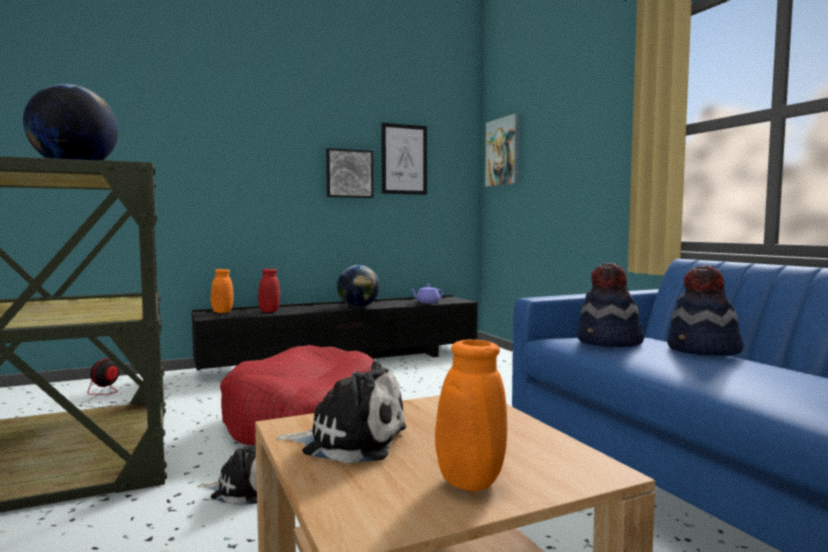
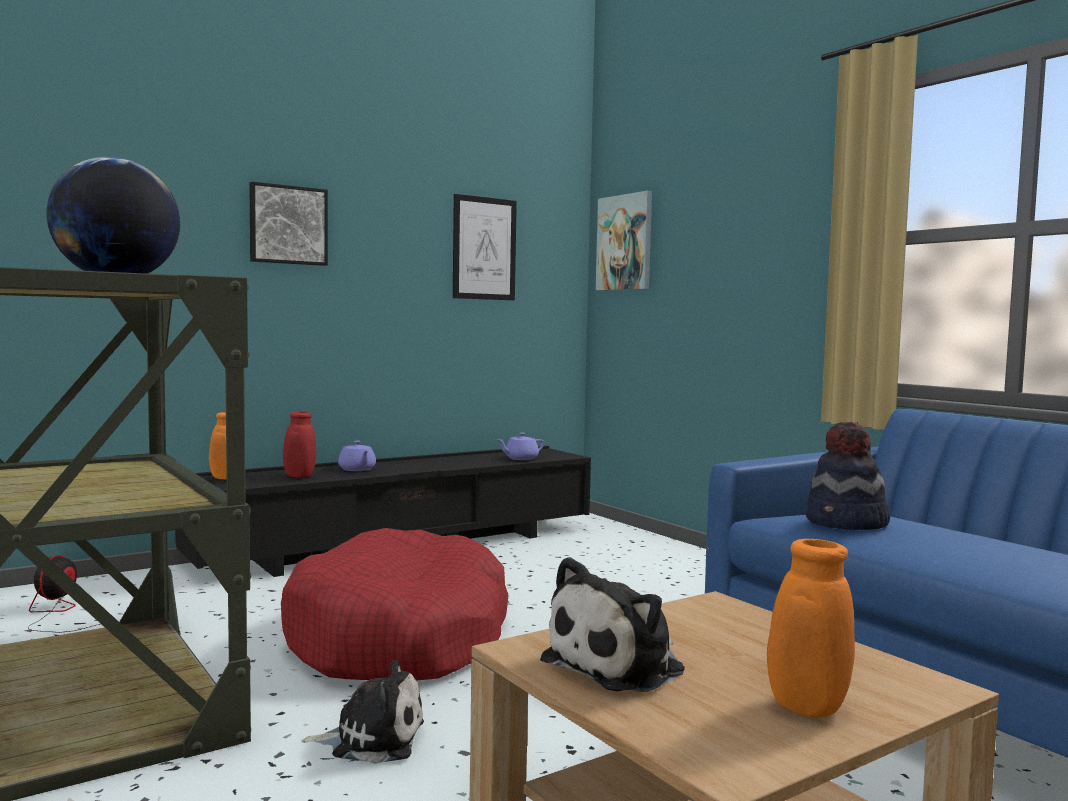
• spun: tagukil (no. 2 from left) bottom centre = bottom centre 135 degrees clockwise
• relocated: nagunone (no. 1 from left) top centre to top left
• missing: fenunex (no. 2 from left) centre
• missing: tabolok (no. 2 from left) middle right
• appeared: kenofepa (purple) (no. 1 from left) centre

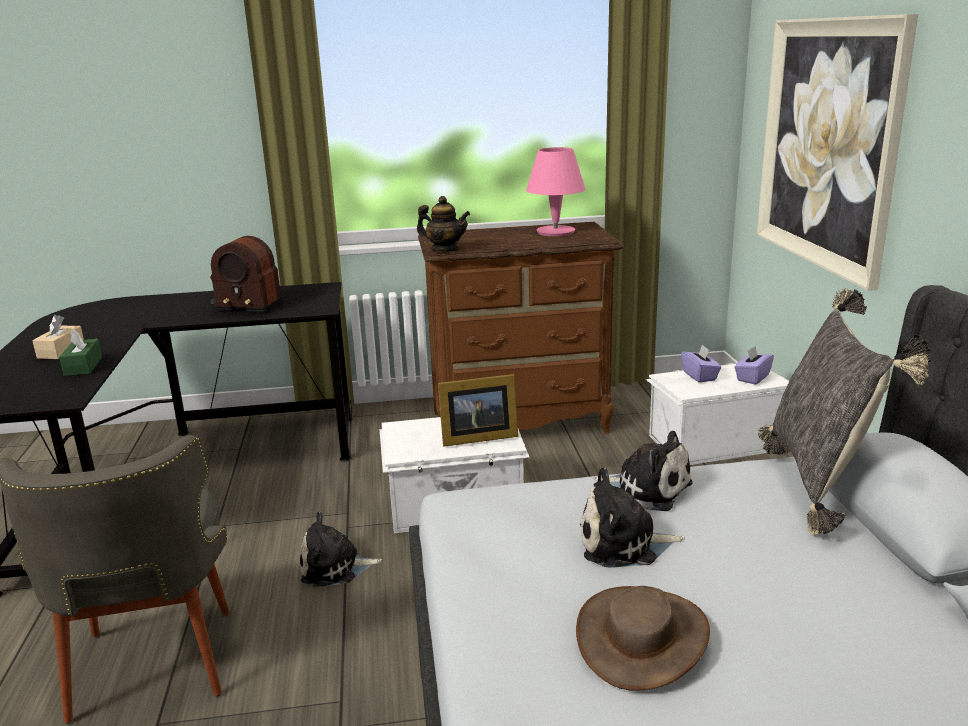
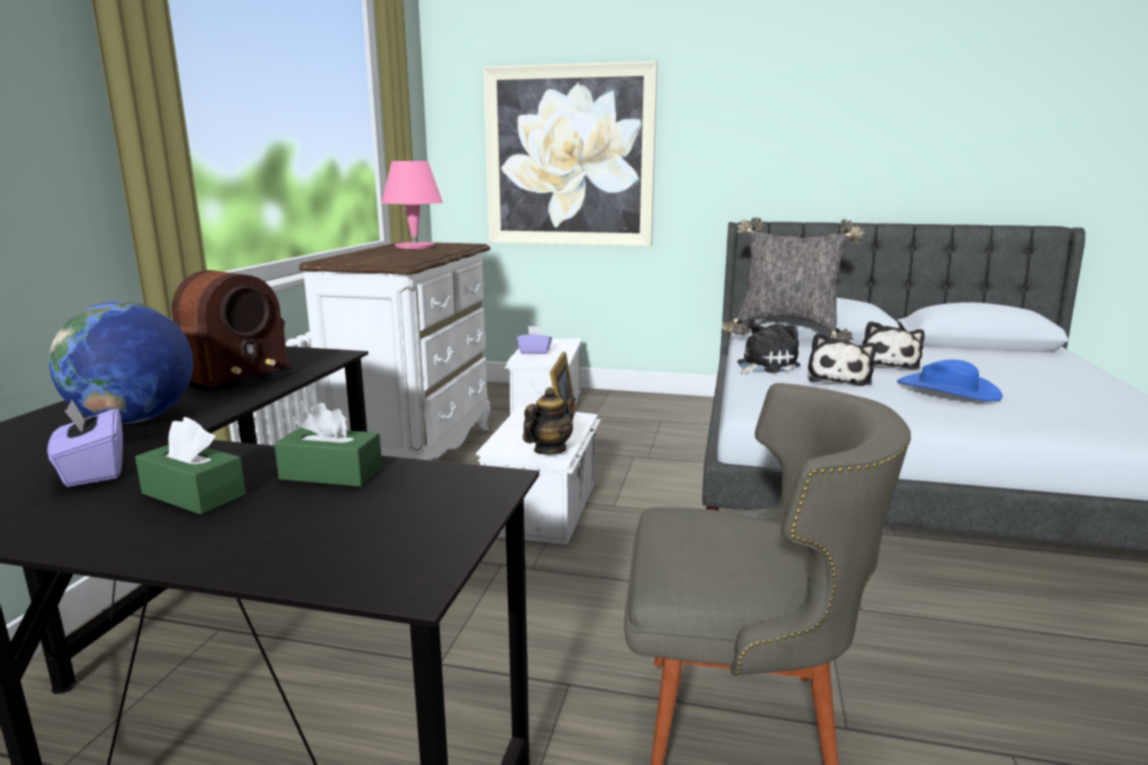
• colour: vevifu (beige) middle left to vevifu (green) (no. 1 from left) middle left
• relocated: tagukil (no. 1 from left in the first image) bottom centre to tagukil (no. 3 from left) middle right
• relocated: kenofepa top centre to centre
• colour: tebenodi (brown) centre to tebenodi (white) centre
• colour: tabolok (brown) bottom centre to tabolok (blue) middle right
• relocated: vevifu (purple) (no. 2 from left in the first image) middle right to vevifu (purple) (no. 1 from left) middle left
• appeared: fenunex middle left

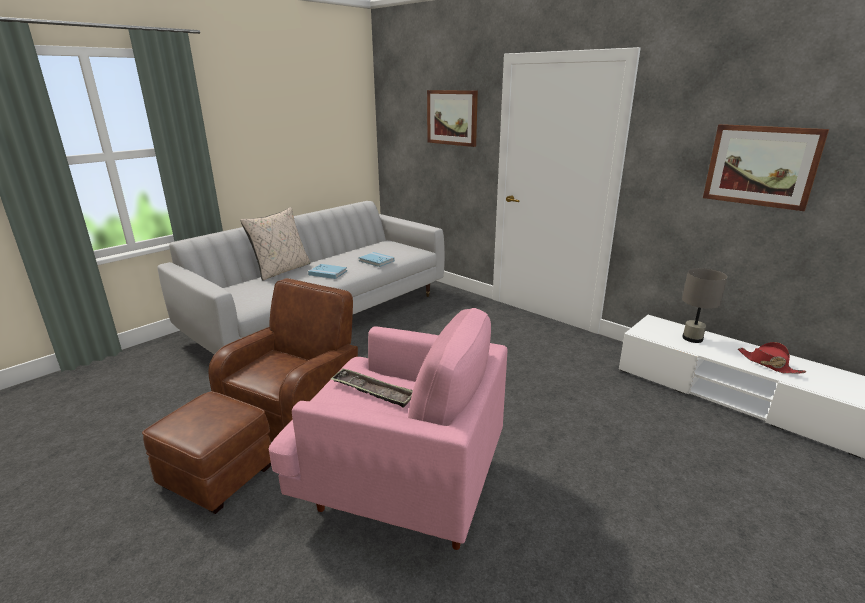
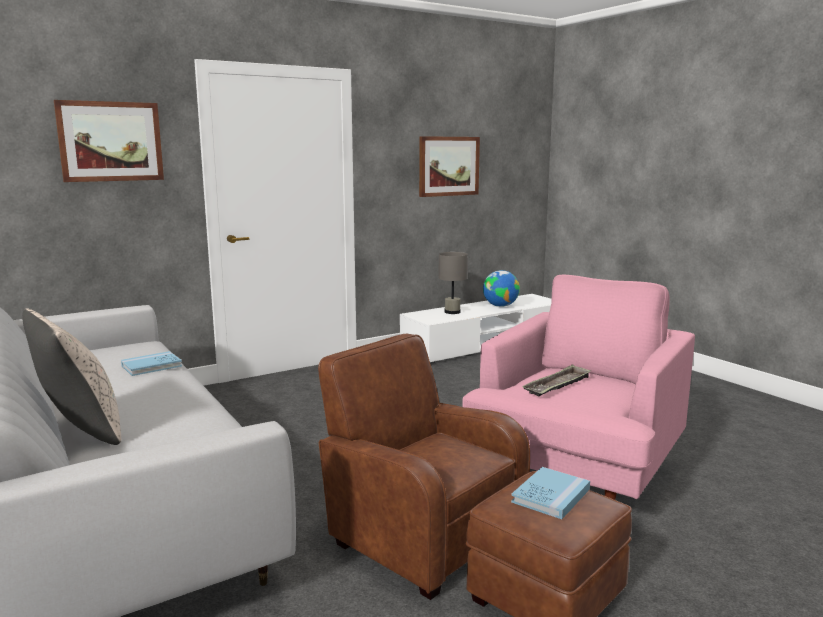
• relocated: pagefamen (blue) (no. 1 from left in the first image) centre to pagefamen (blue) (no. 2 from left) bottom right
• exchanged: tabolok (red) middle right to fenunex centre

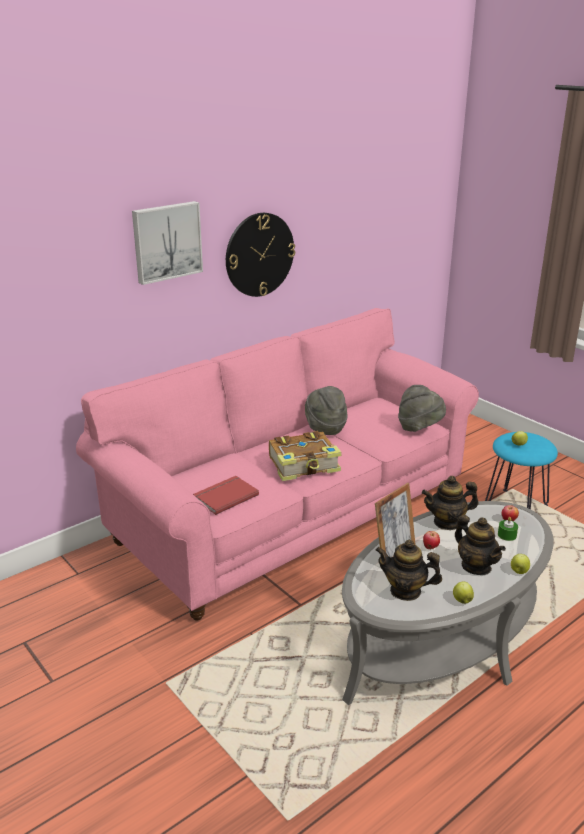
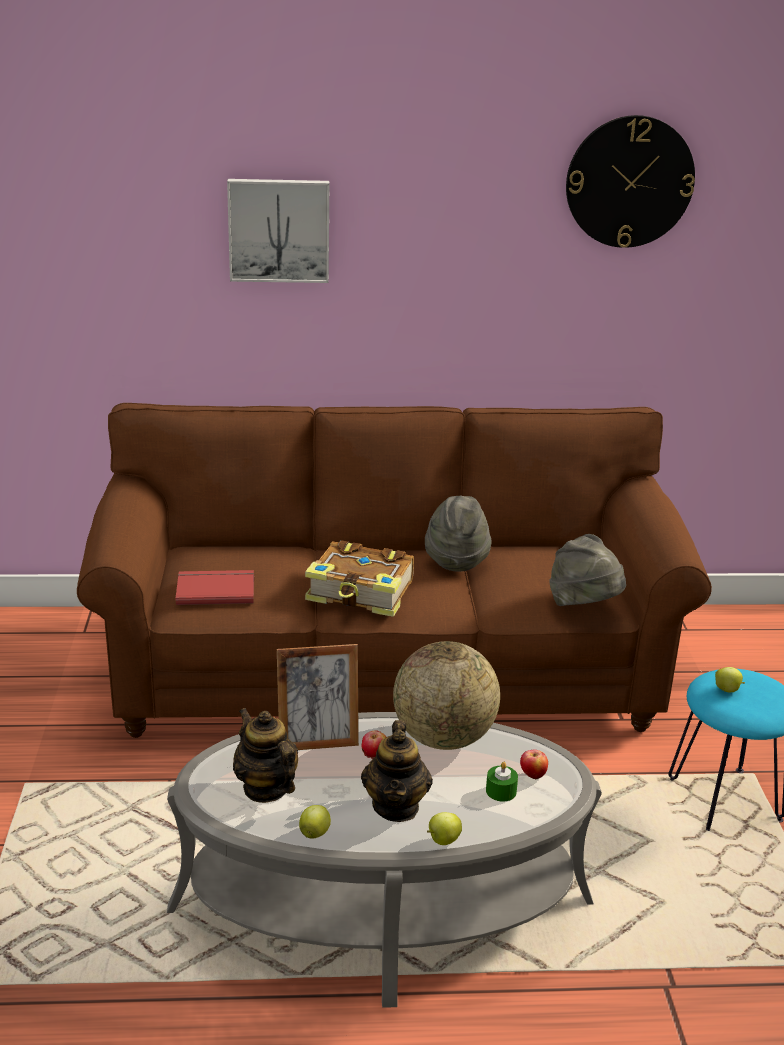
• colour: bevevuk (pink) centre to bevevuk (brown) centre
• relocated: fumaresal top centre to top right
• exchanged: kenofepa (no. 2 from left) middle right to fenunex centre

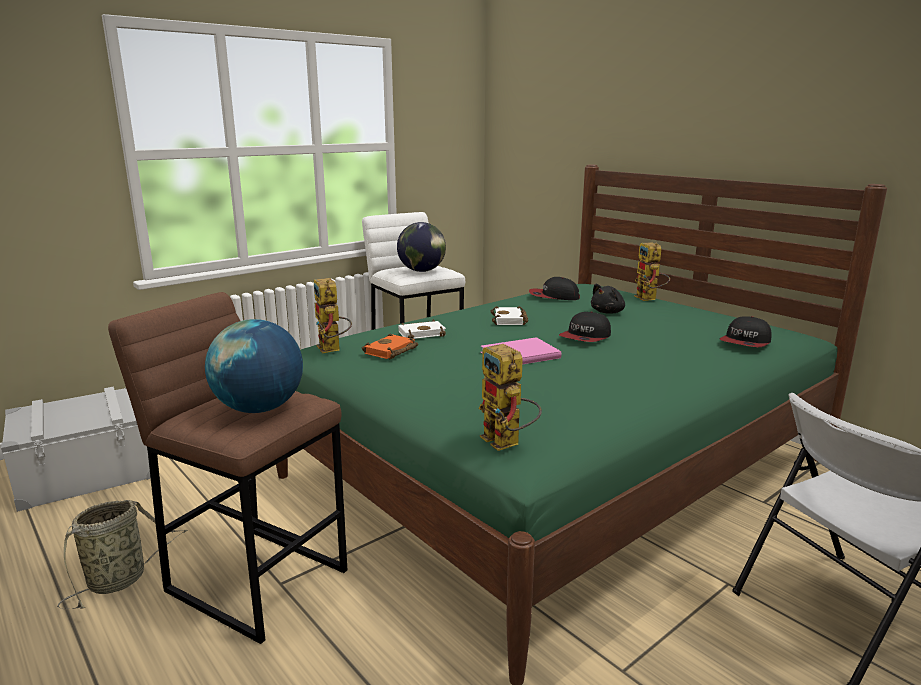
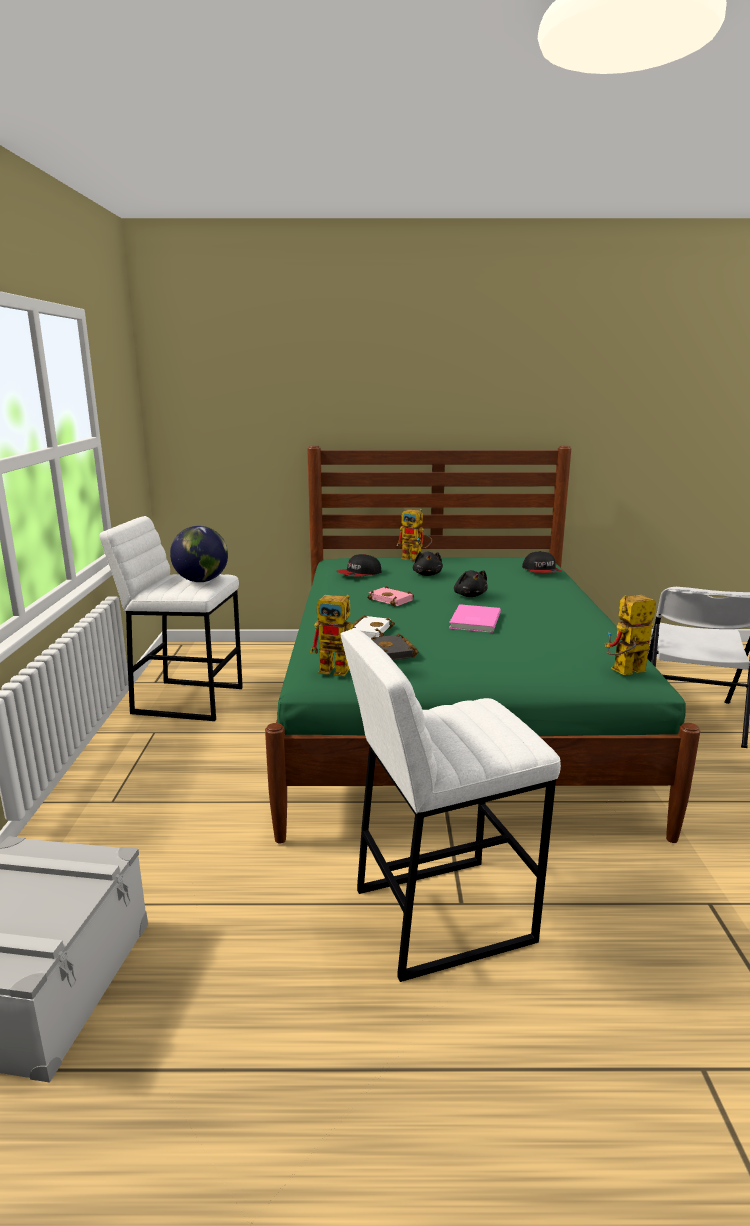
• missing: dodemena bottom left
• colour: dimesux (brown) bottom left to dimesux (white) (no. 2 from left) centre
• missing: fenunex (no. 1 from left) middle left
• colour: pagefamen (orange) centre to pagefamen (black) centre
• spun: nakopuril (no. 2 from left in the first image) centre = middle right 150 degrees clockwise
• colour: pagefamen (white) (no. 2 from left) centre to pagefamen (pink) (no. 1 from left) centre
• exchanged: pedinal (no. 2 from left) centre to tagukil (black) (no. 2 from left) centre

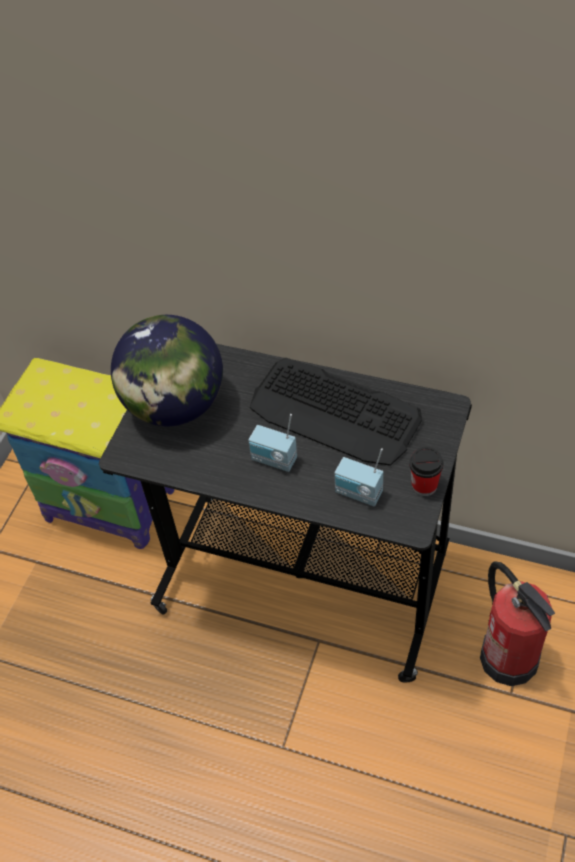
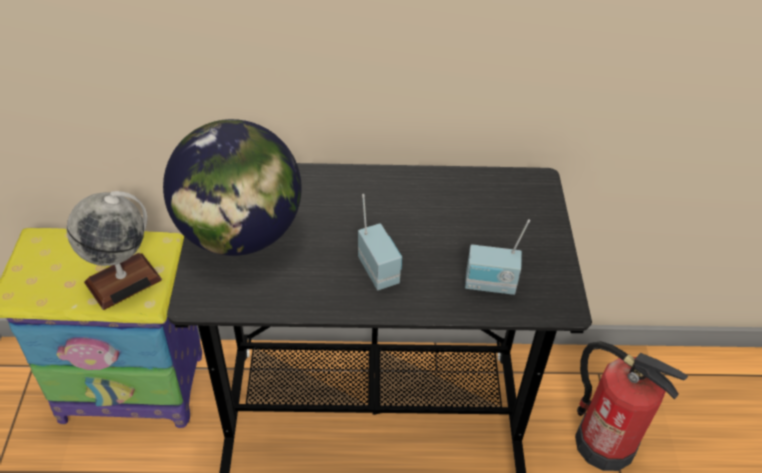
• spun: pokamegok (no. 1 from left) centre = centre 120 degrees counterclockwise
• missing: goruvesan centre
• missing: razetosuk middle right
• appeared: fenunex (no. 1 from left) middle left

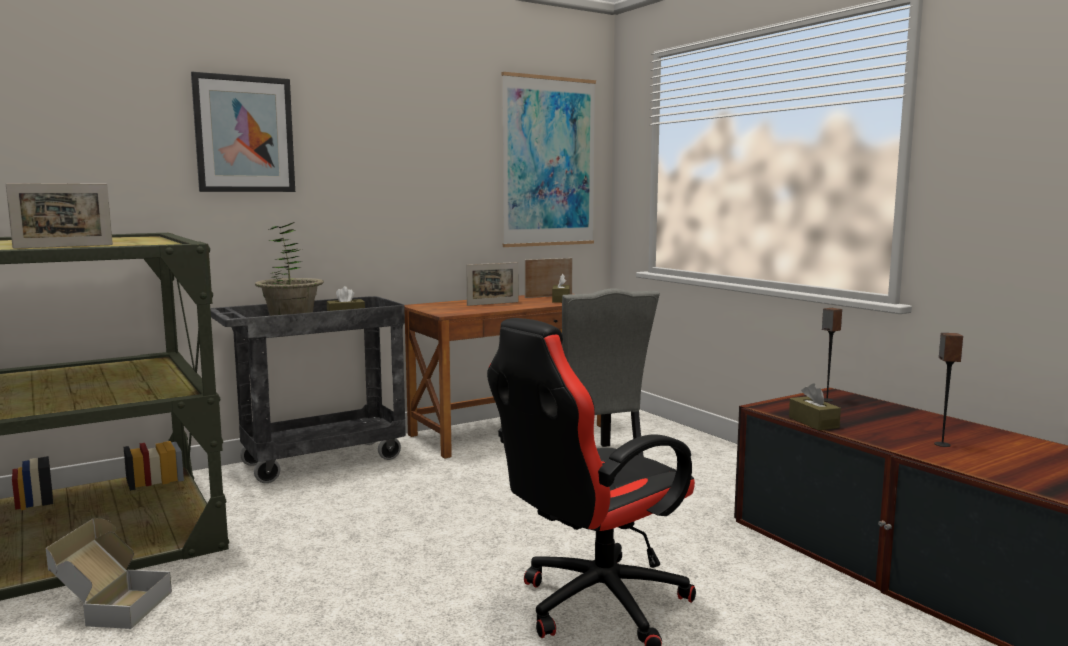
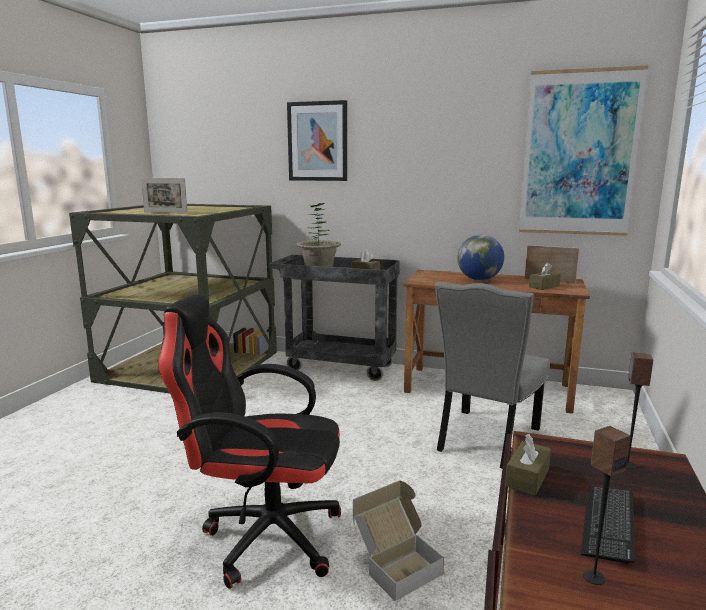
• relocated: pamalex bottom left to bottom centre
• exchanged: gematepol (no. 2 from left) centre to fenunex middle right
• appeared: goruvesan bottom right

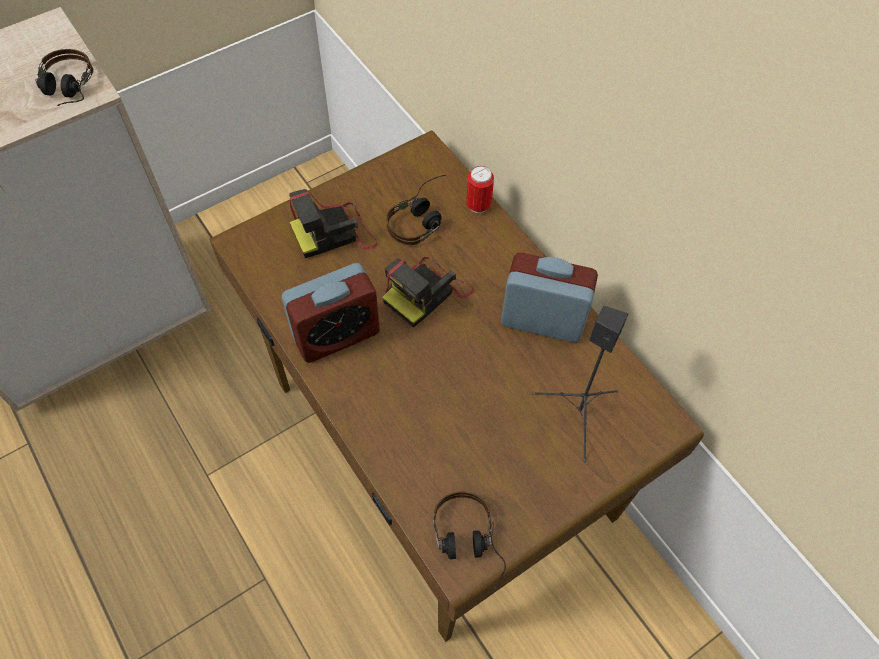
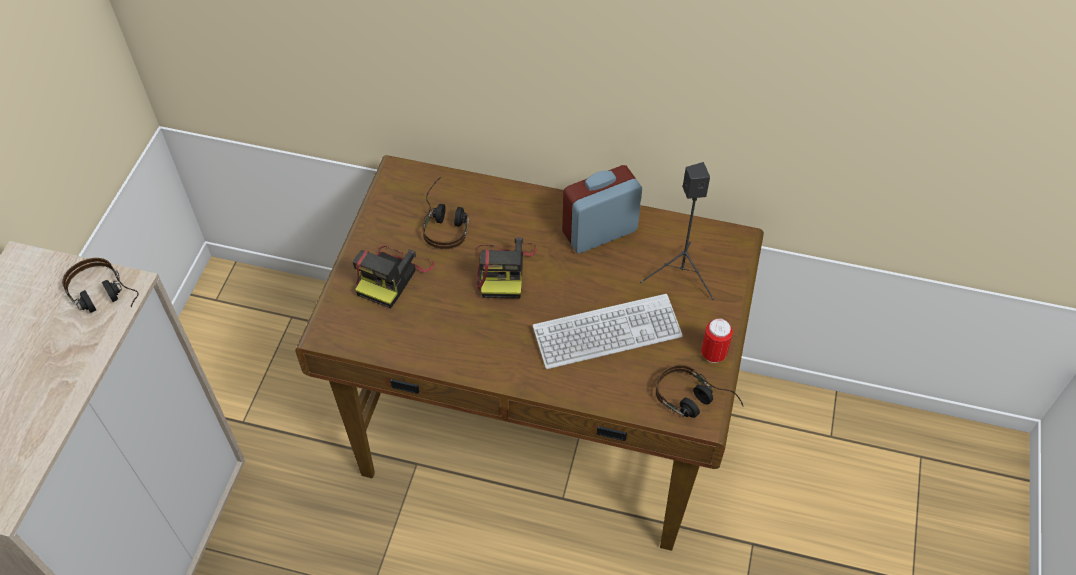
• missing: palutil (no. 1 from left) centre
• relocated: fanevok top centre to centre
• appeared: goruvesan centre

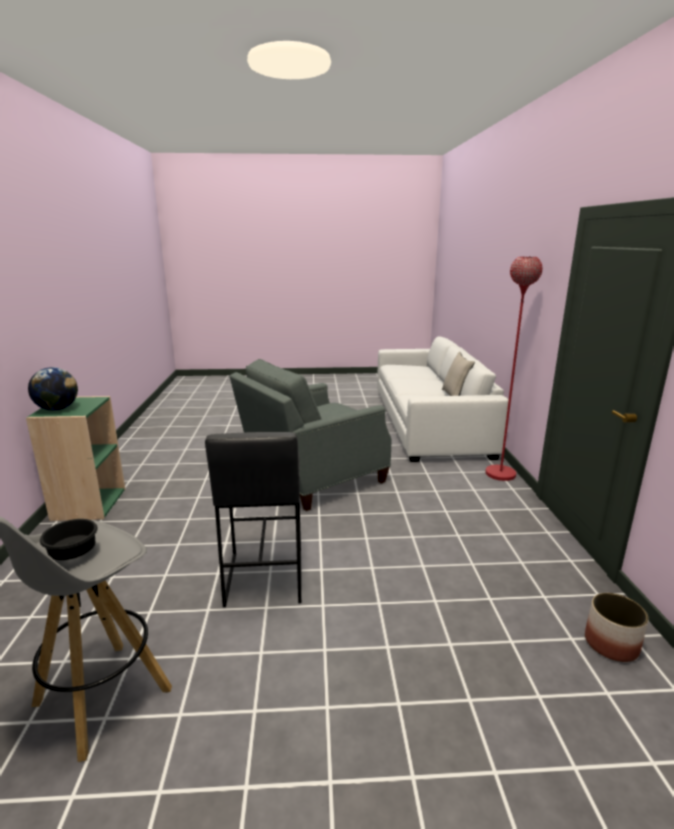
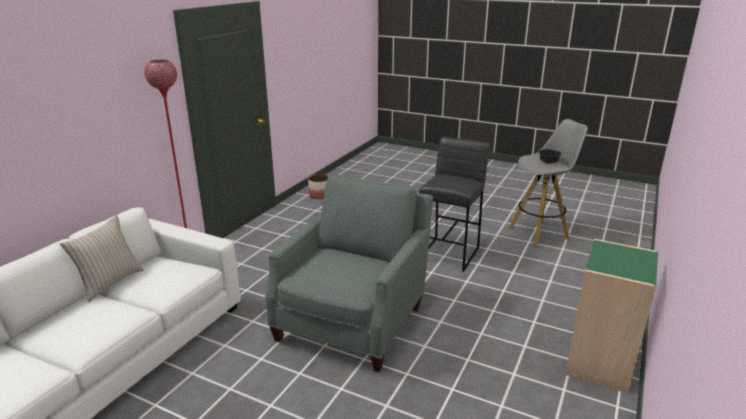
• missing: fenunex middle left
• spun: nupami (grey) centre = centre 60 degrees counterclockwise

